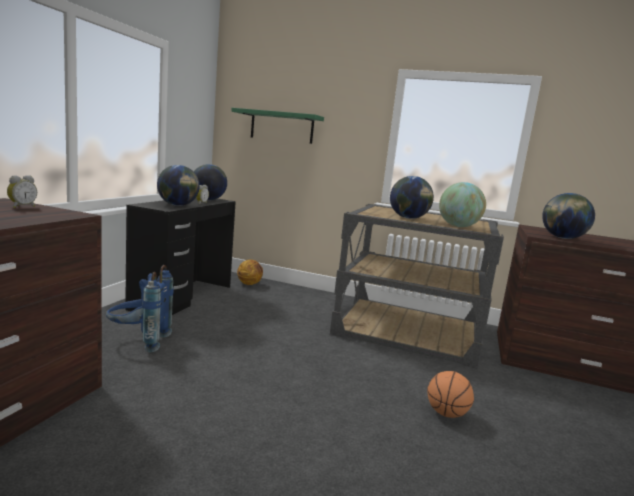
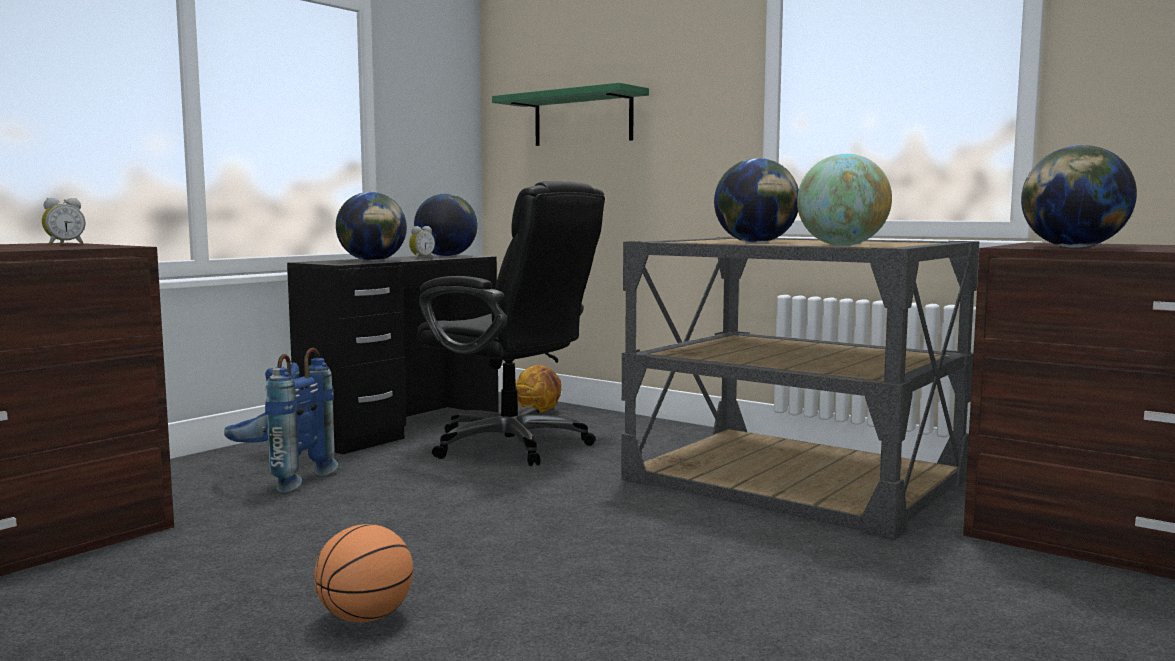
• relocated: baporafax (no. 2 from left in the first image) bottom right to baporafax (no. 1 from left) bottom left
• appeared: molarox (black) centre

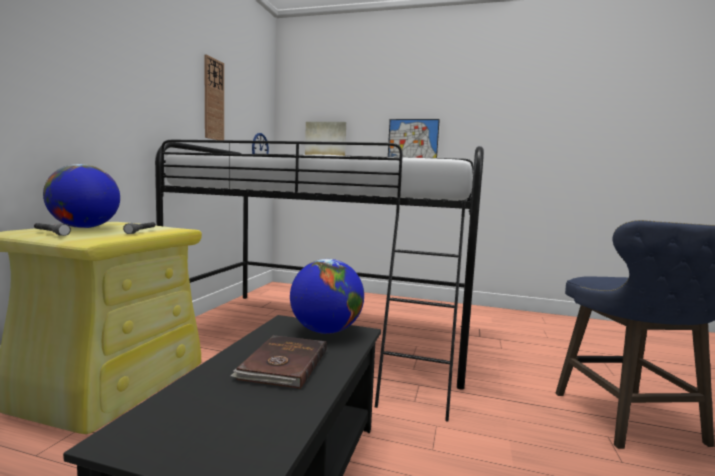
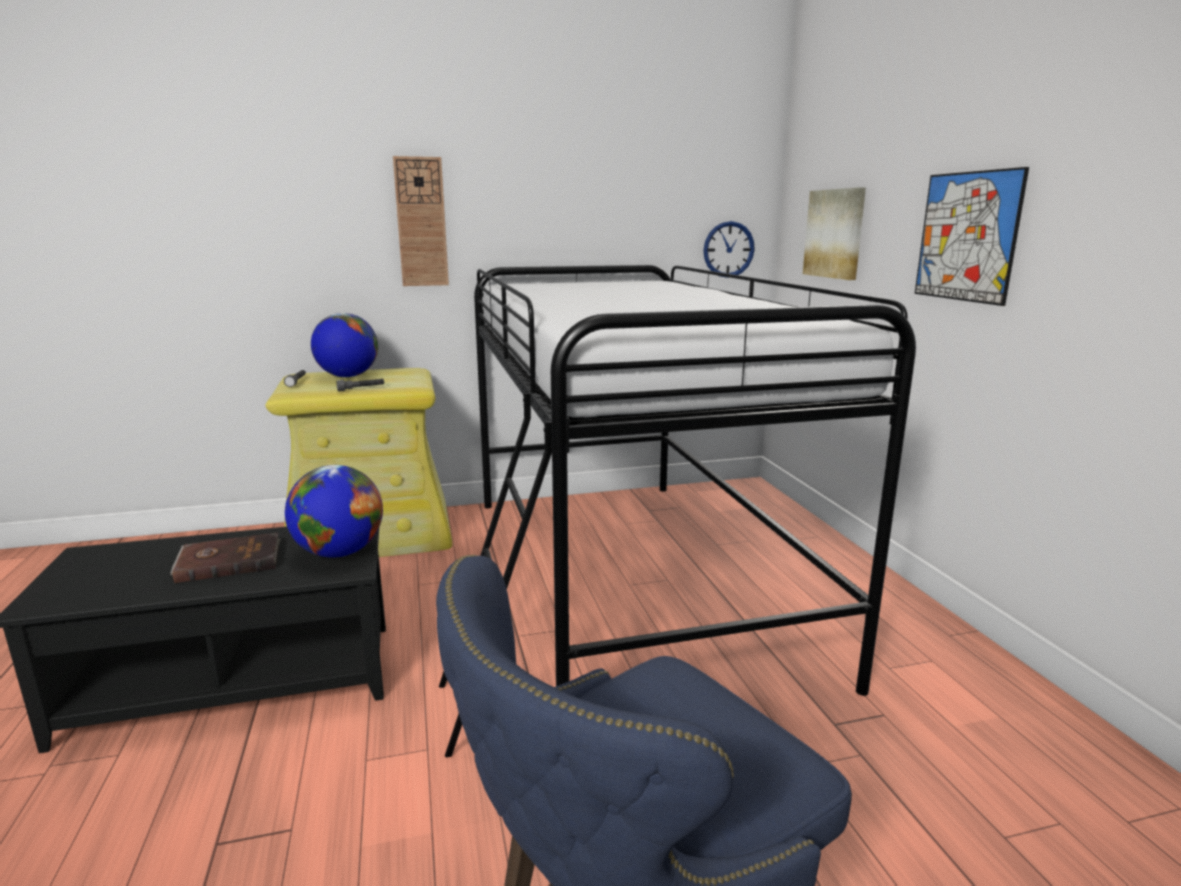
• relocated: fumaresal (no. 1 from left) top left to top centre

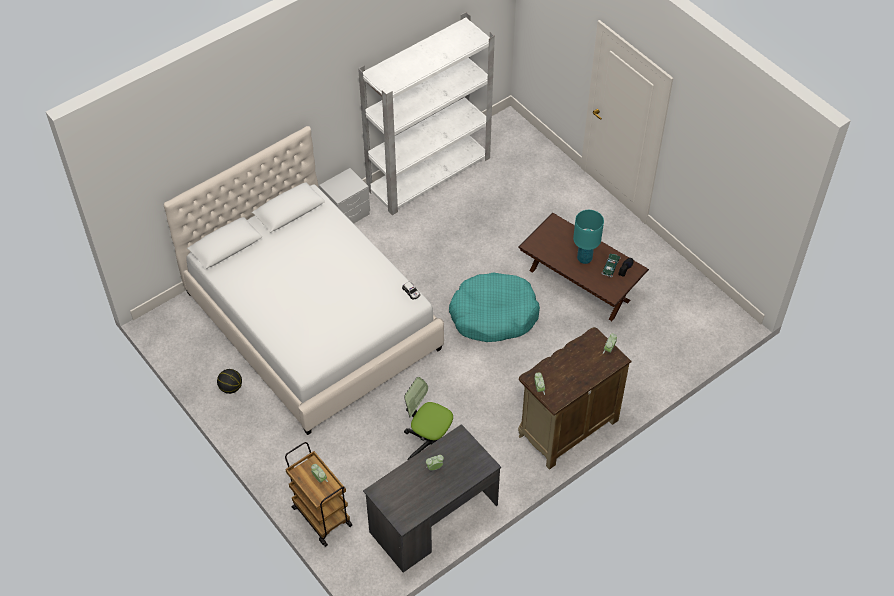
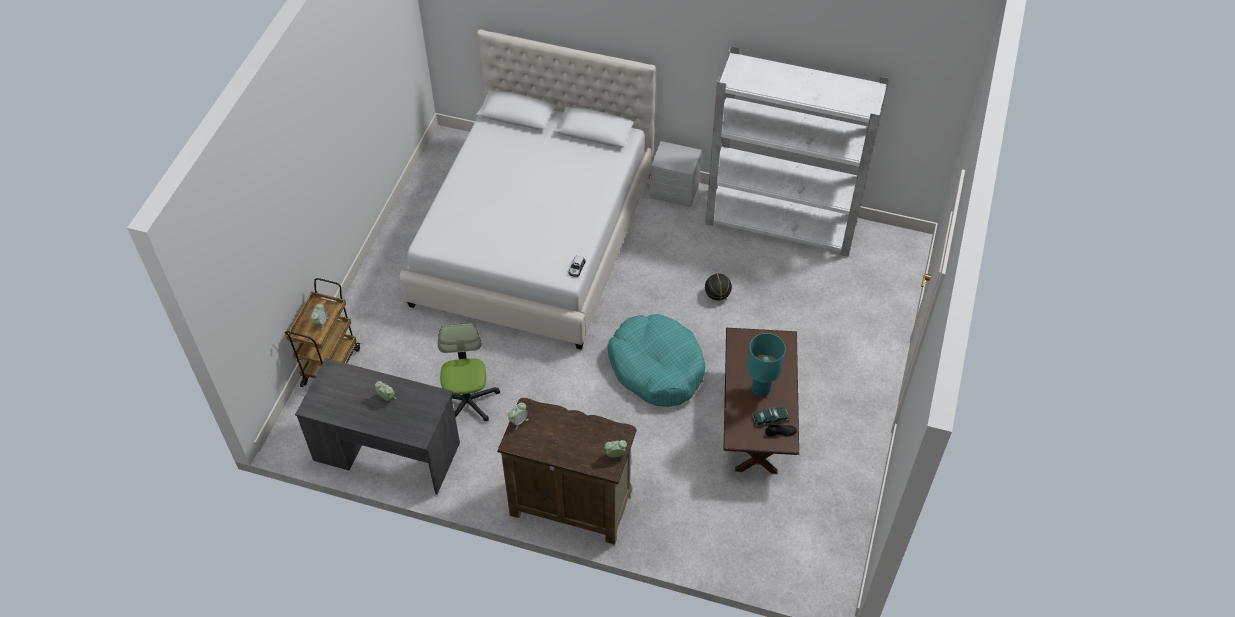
• relocated: baporafax middle left to centre

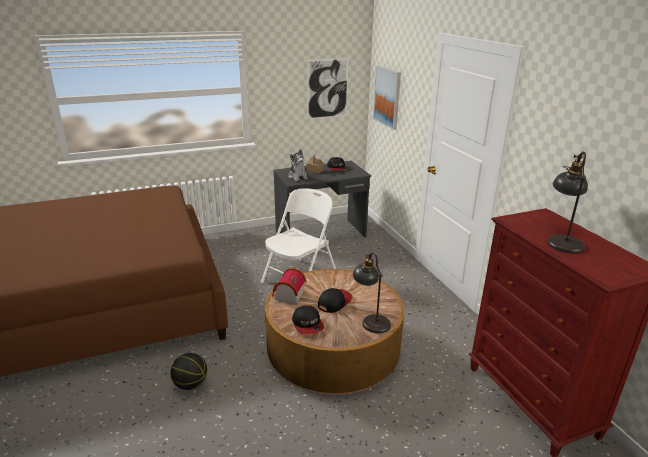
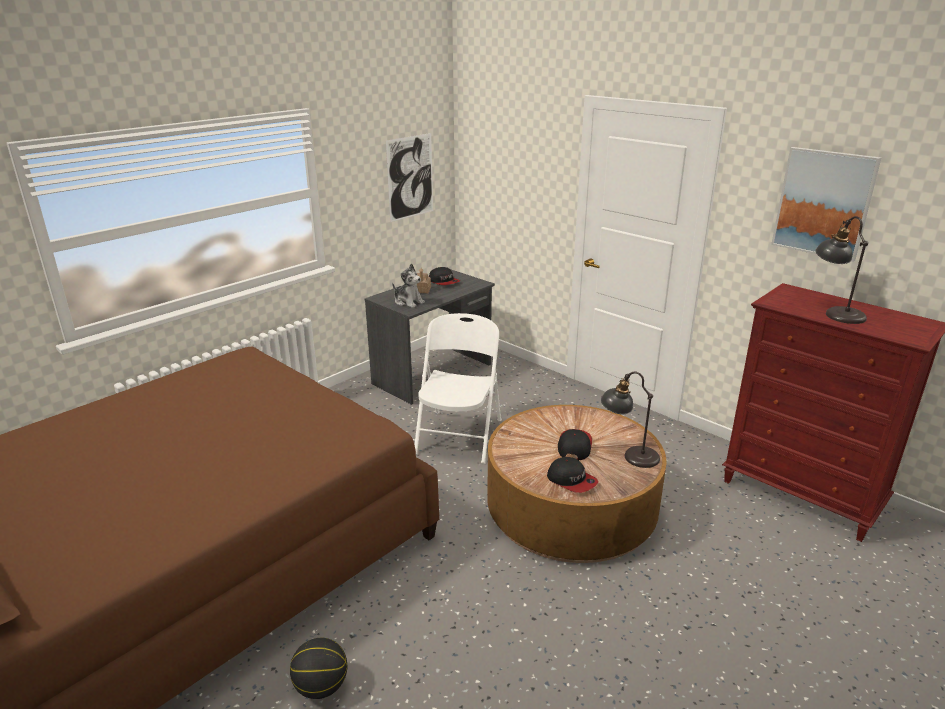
• relocated: baporafax bottom left to bottom centre
• missing: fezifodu (no. 1 from left) centre
• relocated: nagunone (no. 2 from left) top centre to top right

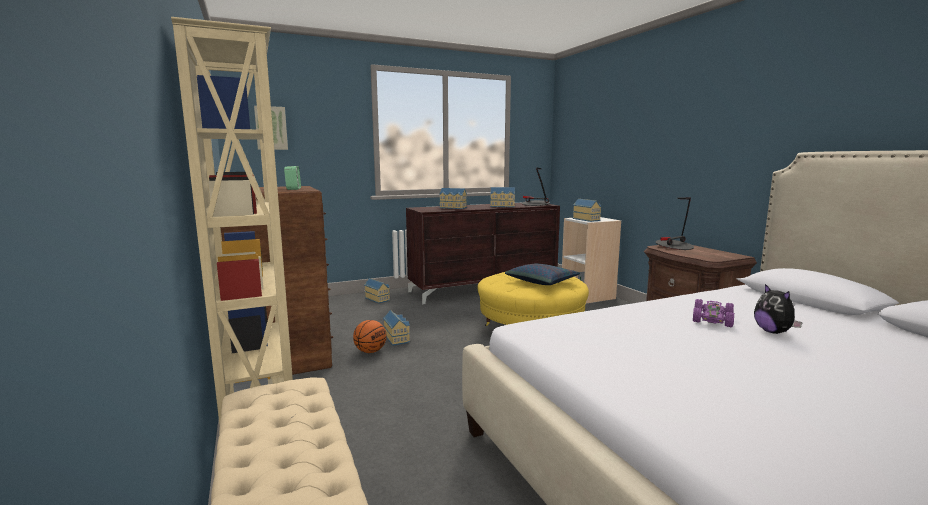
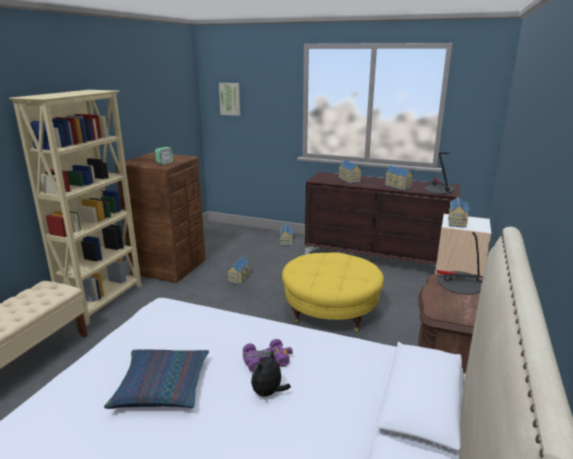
• missing: baporafax centre
• relocated: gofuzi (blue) centre to bottom left

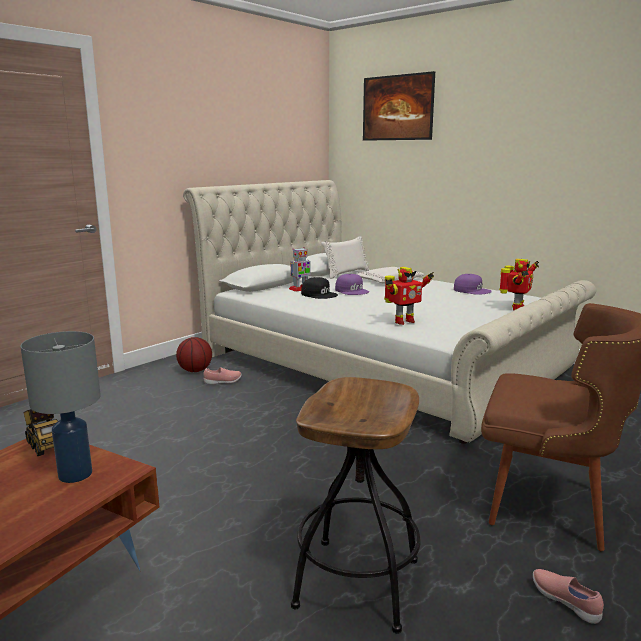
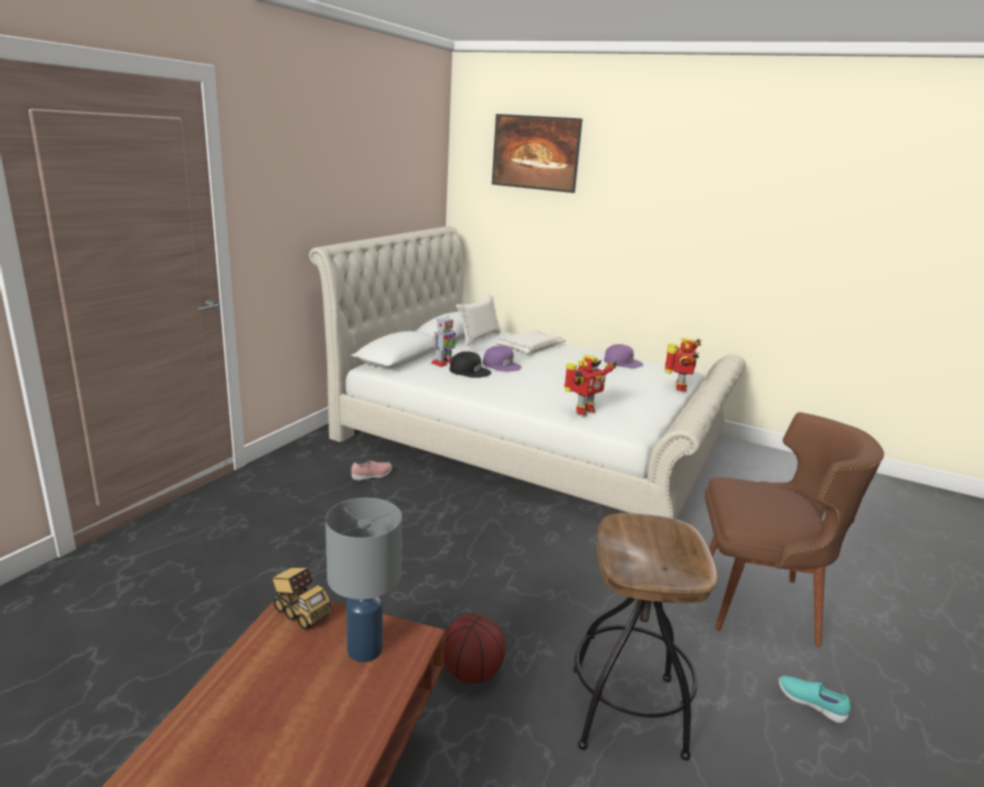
• relocated: baporafax middle left to bottom centre
• colour: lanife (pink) (no. 2 from left) bottom right to lanife (turquoise) bottom right

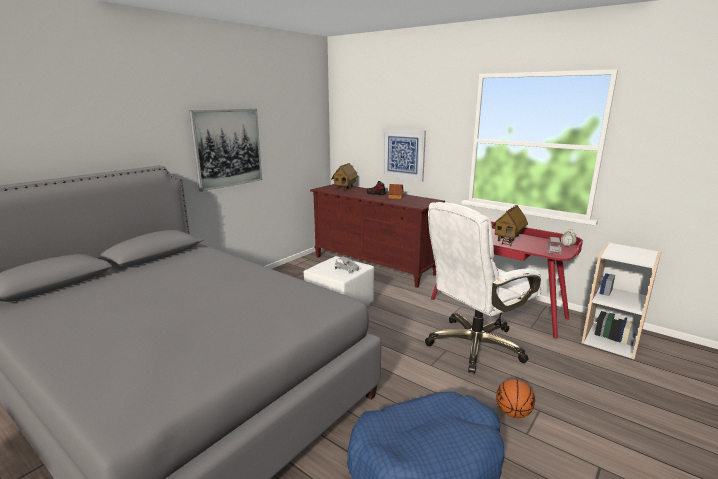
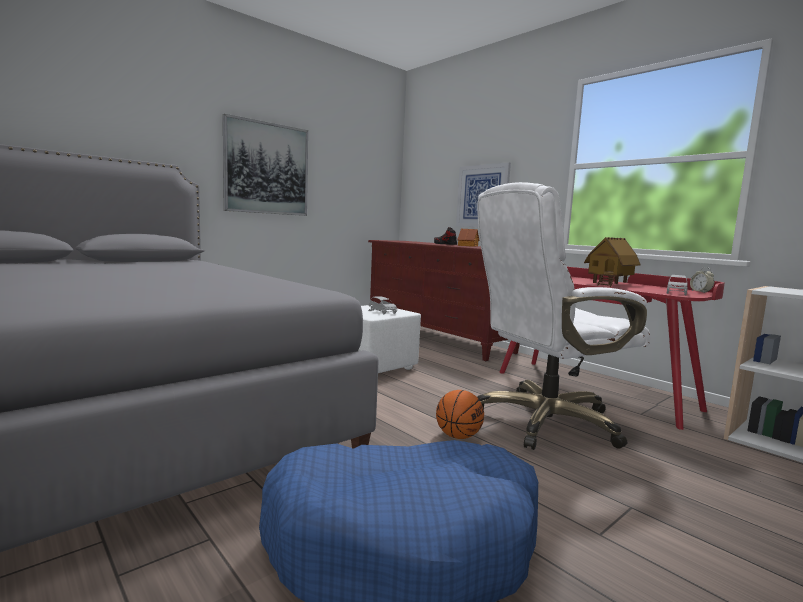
• missing: fezifodu (no. 1 from left) centre
• relocated: baporafax bottom right to bottom centre

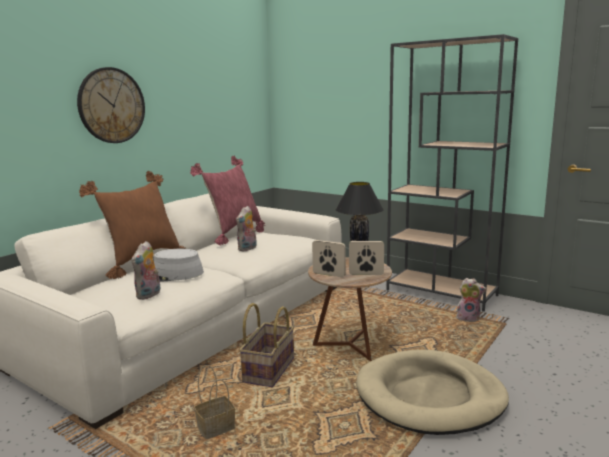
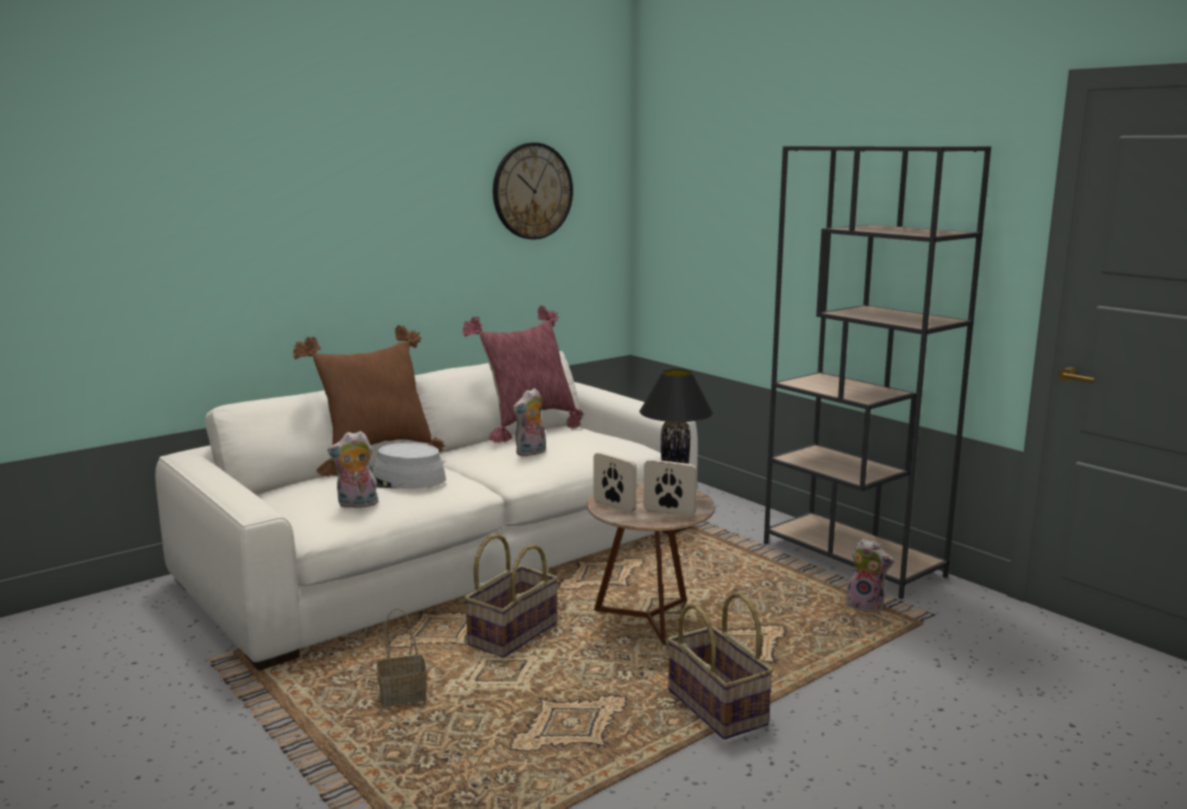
• relocated: fumaresal top left to top centre
• spun: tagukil (no. 1 from left) middle left = middle left 45 degrees clockwise
• exchanged: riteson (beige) bottom right to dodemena (no. 3 from left) bottom centre

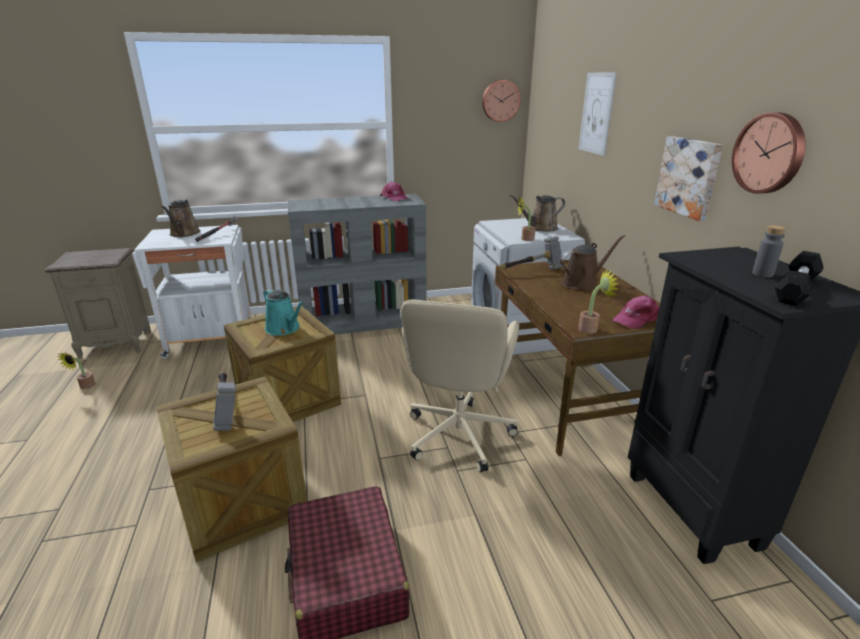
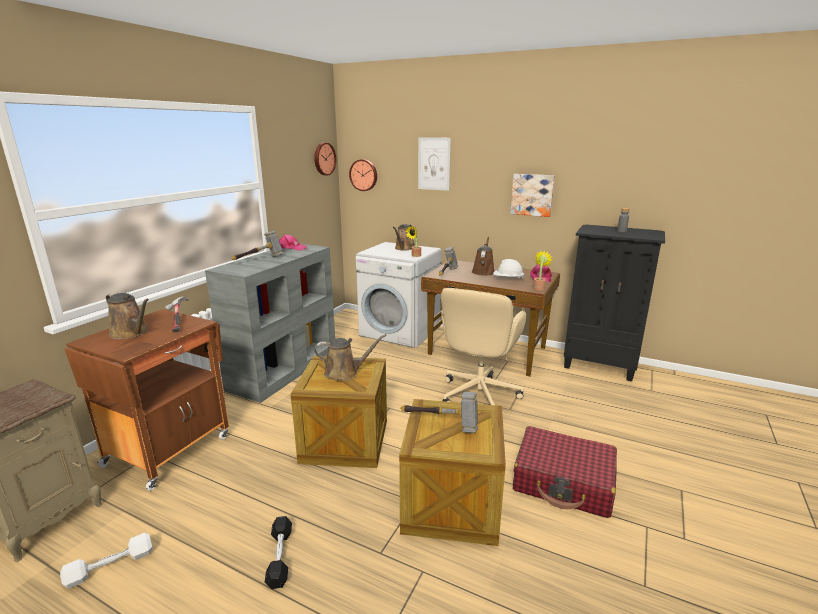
• exchanged: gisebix (no. 1 from left) middle left to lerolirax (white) bottom left
• colour: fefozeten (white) middle left to fefozeten (brown) middle left
• colour: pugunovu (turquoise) middle left to pugunovu (brown) (no. 2 from left) centre
• spun: molarox (beige) centre = centre 60 degrees clockwise
• relocated: fumaresal (no. 2 from left) top right to top centre
• relocated: lerolirax (black) middle right to bottom centre
• appeared: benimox (no. 2 from left) middle left
• appeared: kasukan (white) centre

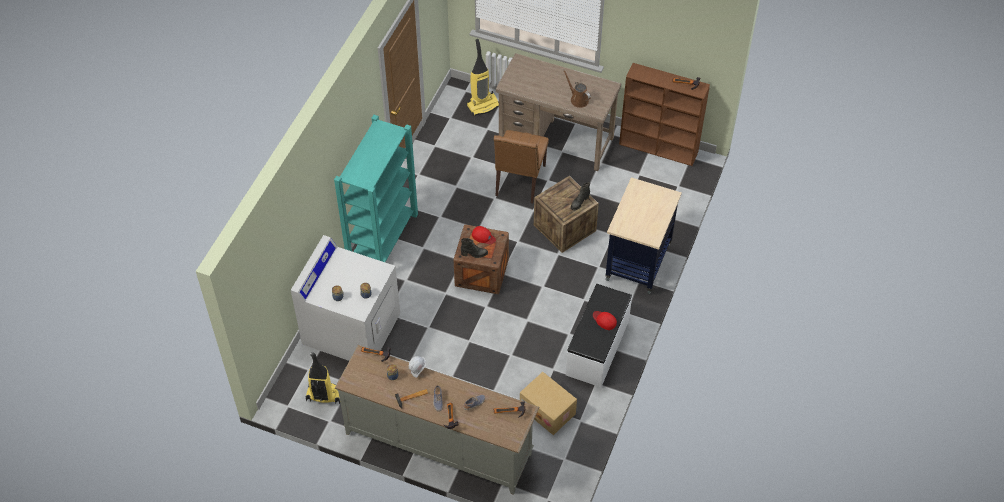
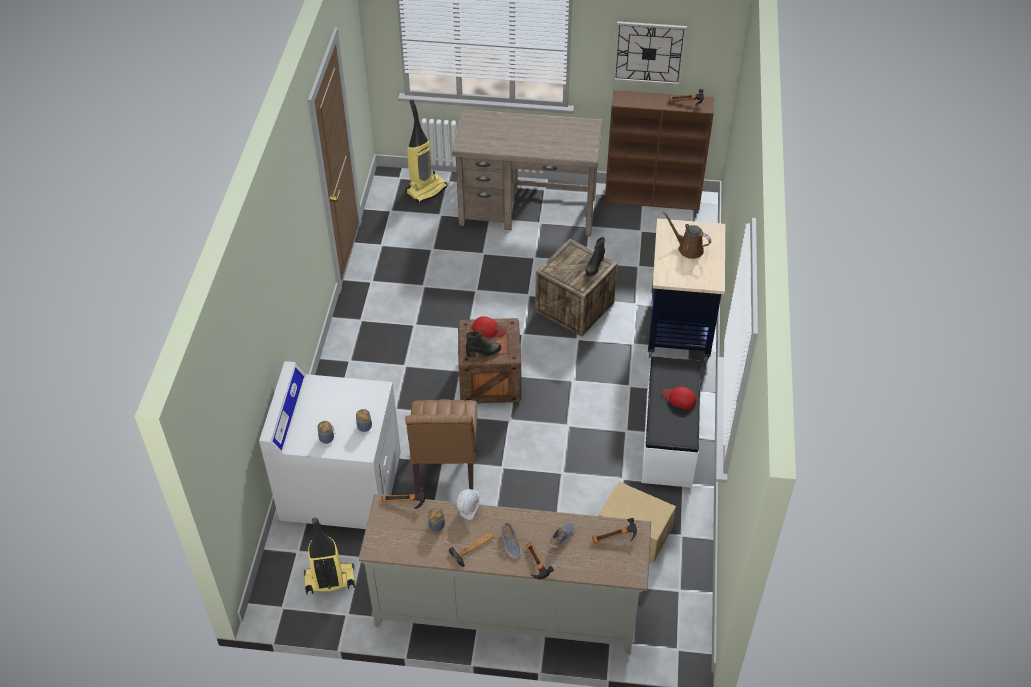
• missing: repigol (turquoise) centre
• relocated: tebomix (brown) top centre to centre
• relocated: pugunovu (brown) top centre to centre
• appeared: fumaresal top centre

